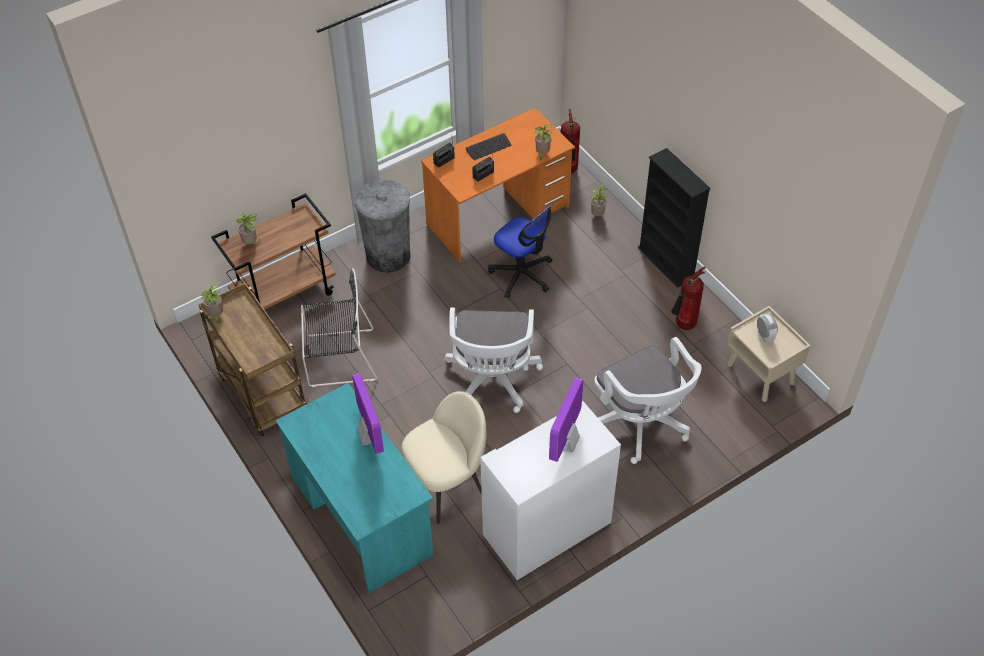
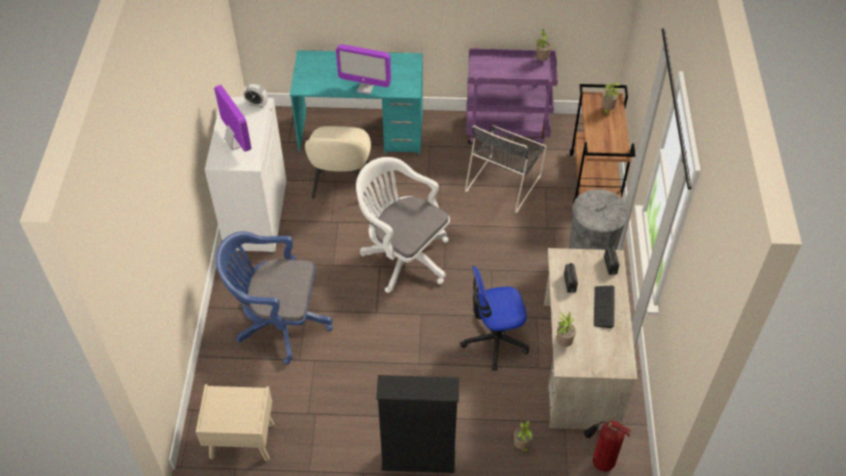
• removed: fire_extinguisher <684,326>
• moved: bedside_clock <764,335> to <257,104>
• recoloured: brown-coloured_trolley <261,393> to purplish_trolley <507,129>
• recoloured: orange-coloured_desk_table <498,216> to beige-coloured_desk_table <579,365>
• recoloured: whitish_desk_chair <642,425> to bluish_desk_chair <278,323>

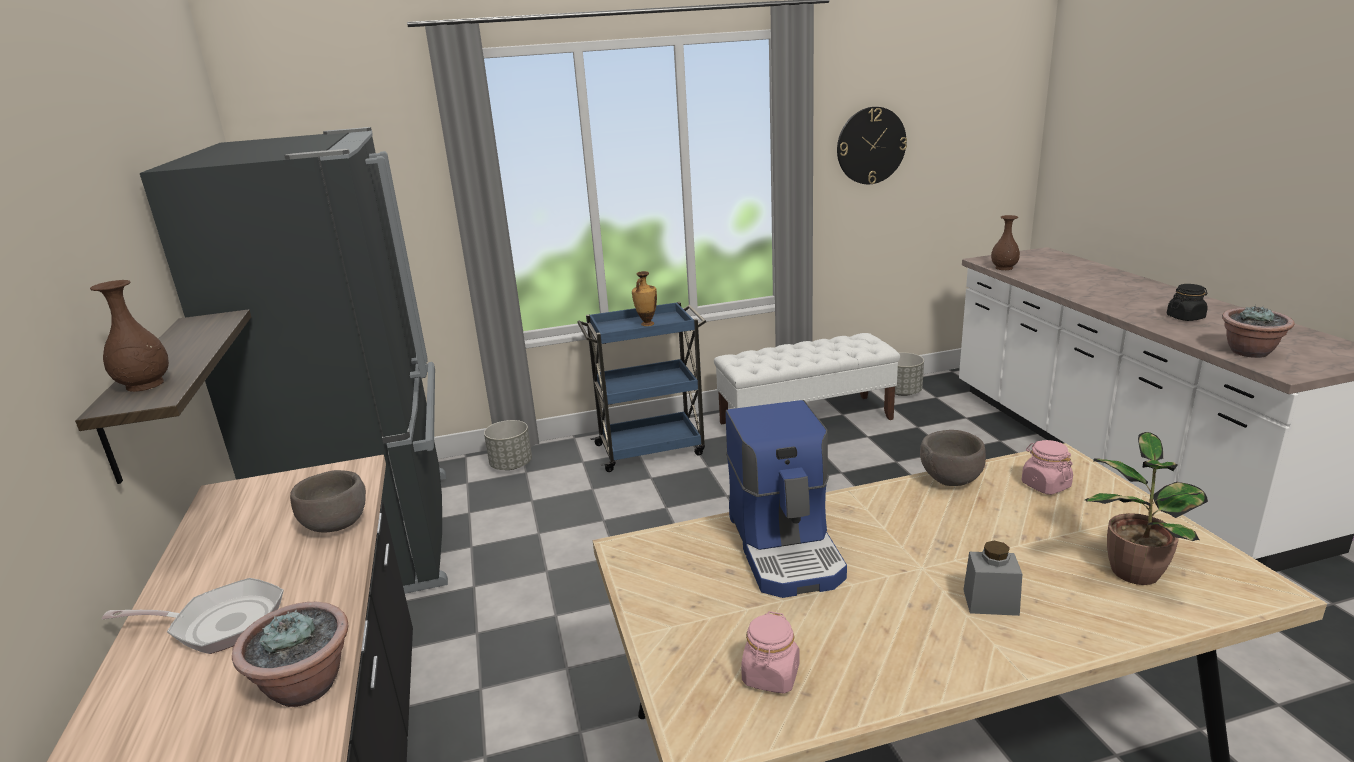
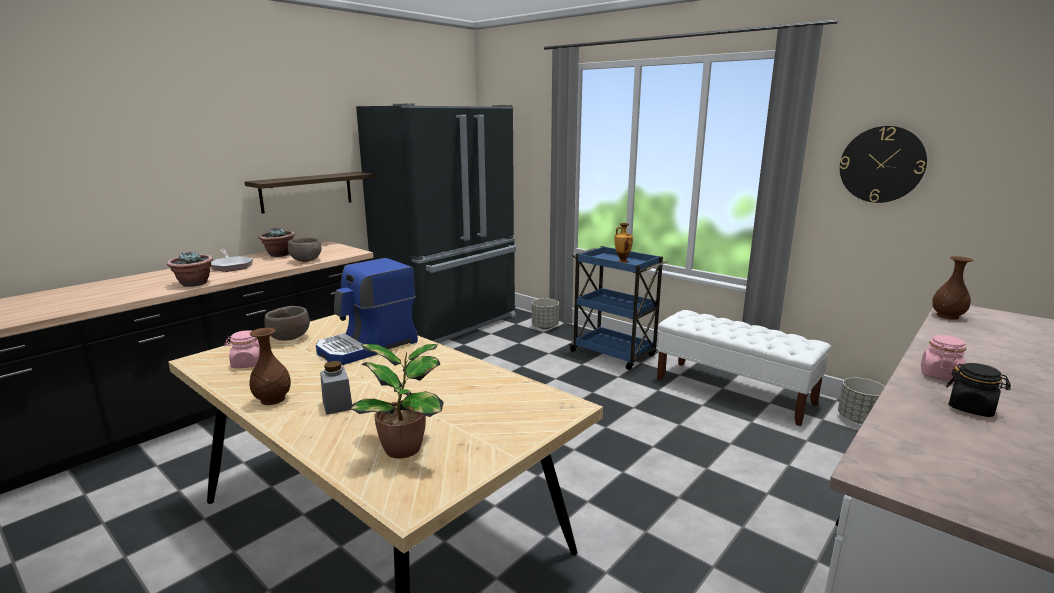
• moved: brown-coloured_flower_vase <145,385> to <272,400>
• moved: brown-coloured_deep_dish <950,479> to <289,338>
• moved: pinkish_storage_jar <1045,485> to <940,375>
• moved: houseplant <1250,352> to <279,255>

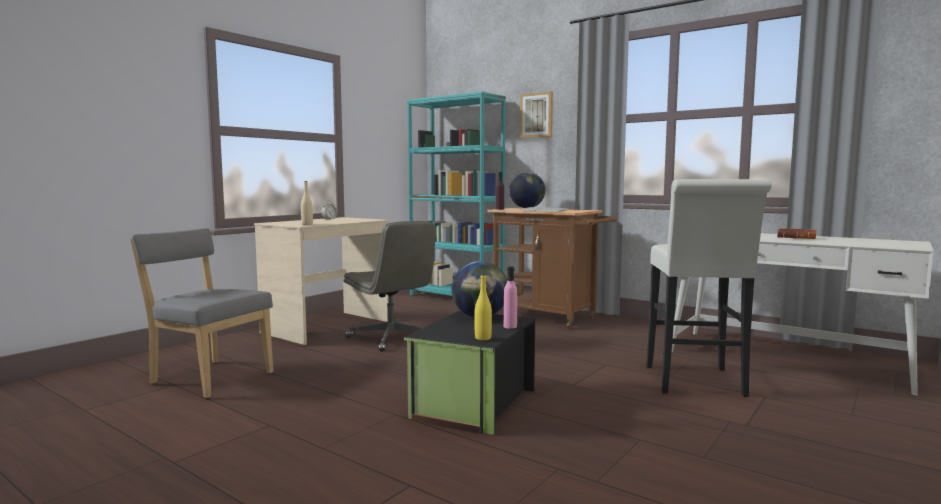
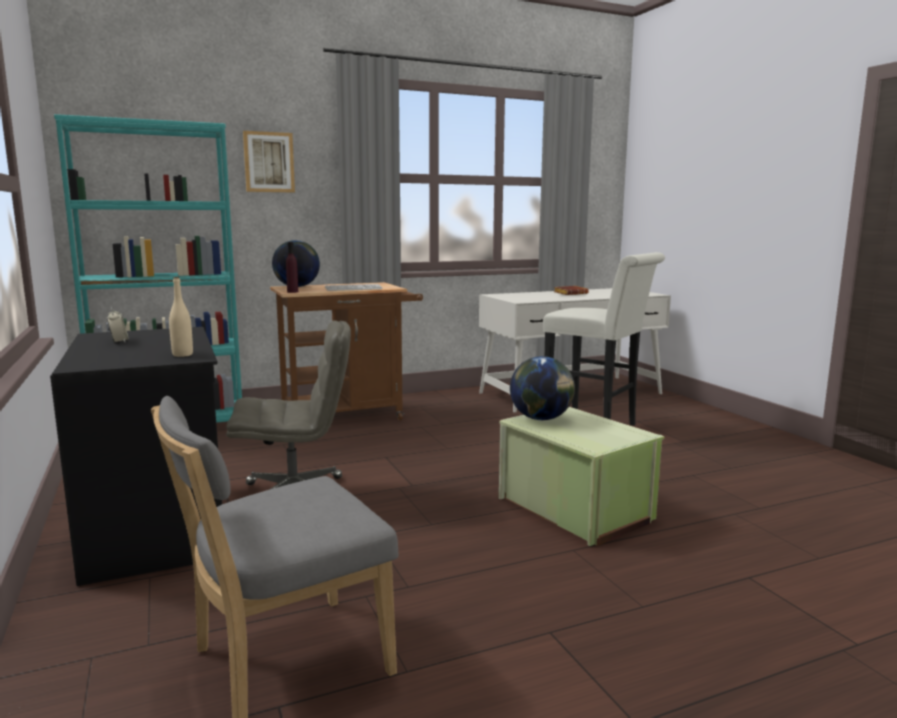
• removed: yellow_bottle <483,338>
• removed: pinkish_bottle <510,326>
• recoloured: beige-coloured_desk_table <328,327> to blackish_desk_table <157,526>
• recoloured: blackish_storage_container <472,404> to green-coloured_storage_container <574,509>

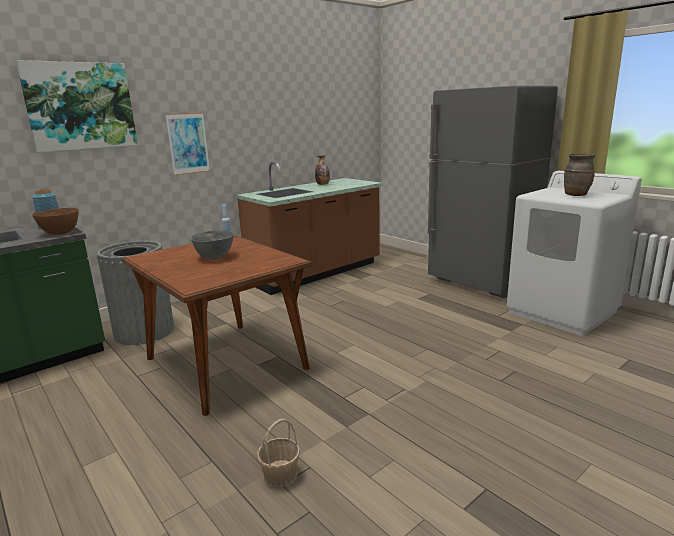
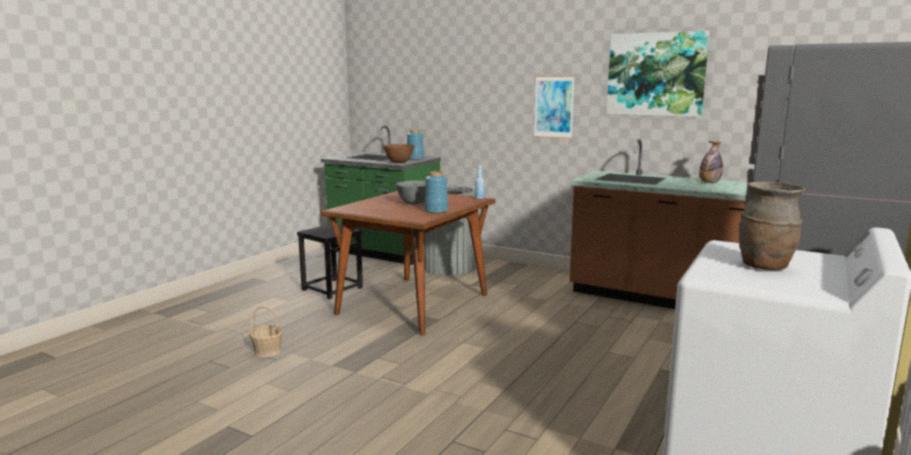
• added: blackish_stool <332,288>
• added: bluish_flower_vase <436,211>
• moved: wall_picture <80,106> to <656,74>

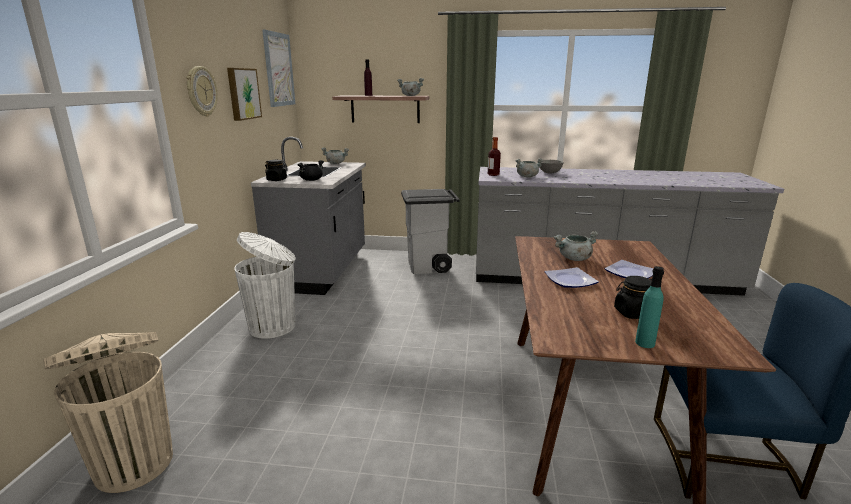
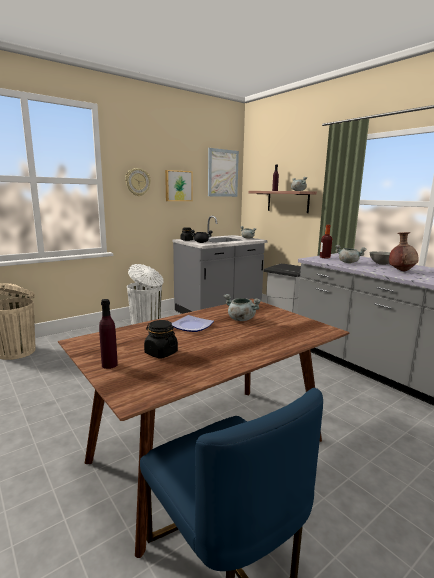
• removed: dinner_plate <629,273>
• added: brown-coloured_flower_vase <401,271>
• recoloured: turquoise-coloured_bottle <645,343> to purplish_bottle <109,365>

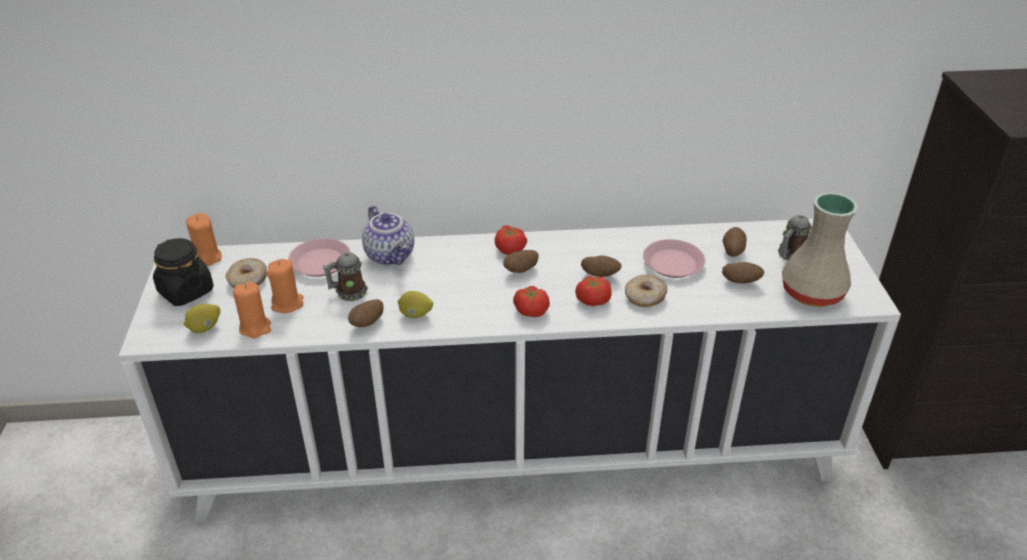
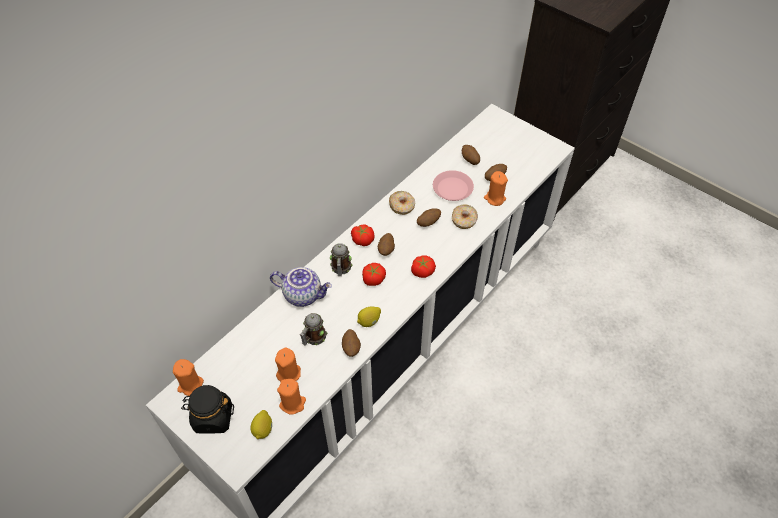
• removed: pinkish_dinner_plate <320,263>
• removed: beige-coloured_flower_vase <813,293>
• added: orange-coloured_wax_candle <494,198>
• moved: donut <248,280> to <402,206>
• moved: tomato <592,299> to <373,279>
• moved: coffee_mug <790,256> to <341,269>

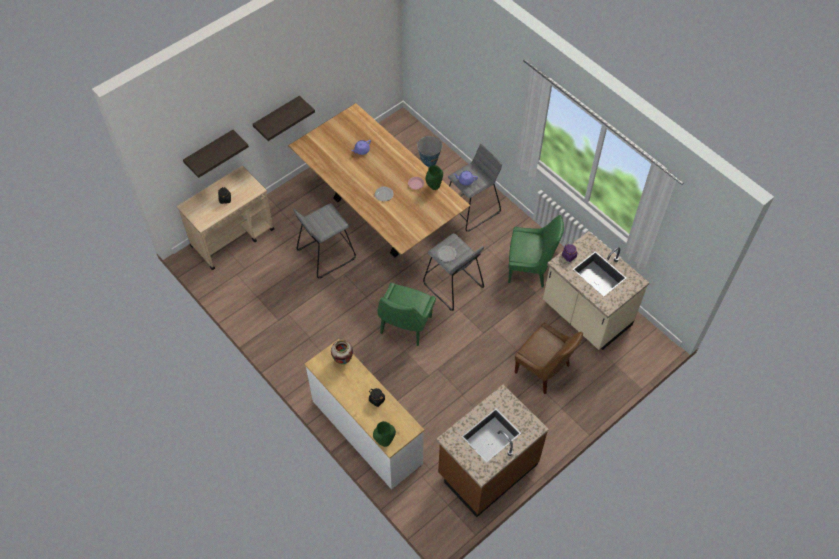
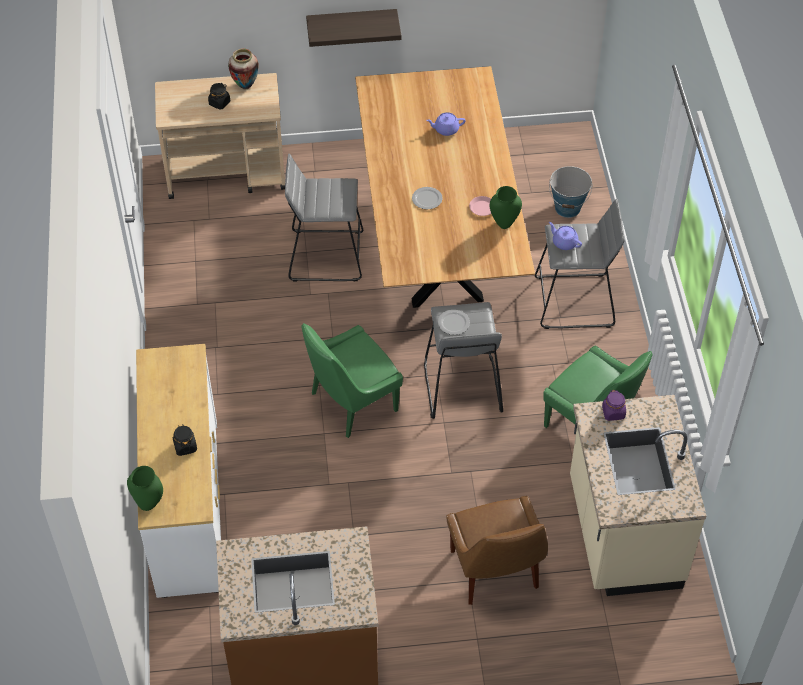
• removed: bracket_shelf <210,151>
• moved: flower_vase <343,361> to <245,86>

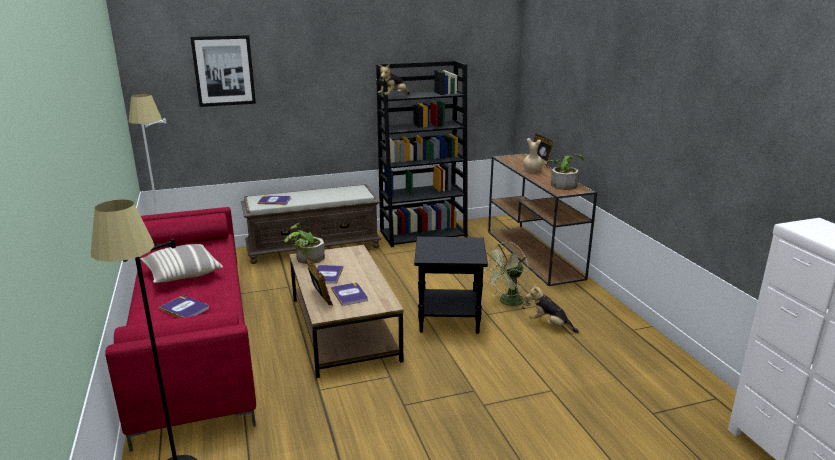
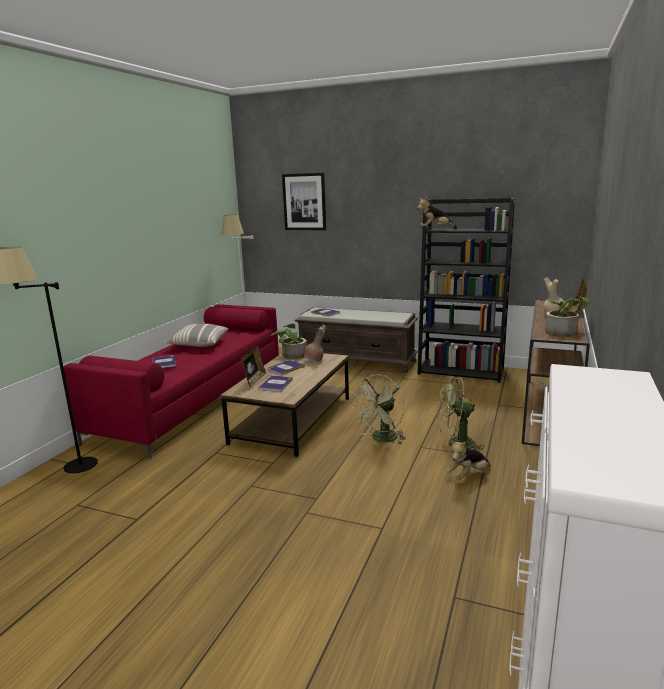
• added: brown-coloured_flower_vase <314,361>
• replaced: blackish_accent_table <449,319> to green-coloured_cooling_fan <382,439>
• turned: plush_toy <549,325> = <468,476> 105 degrees counterclockwise

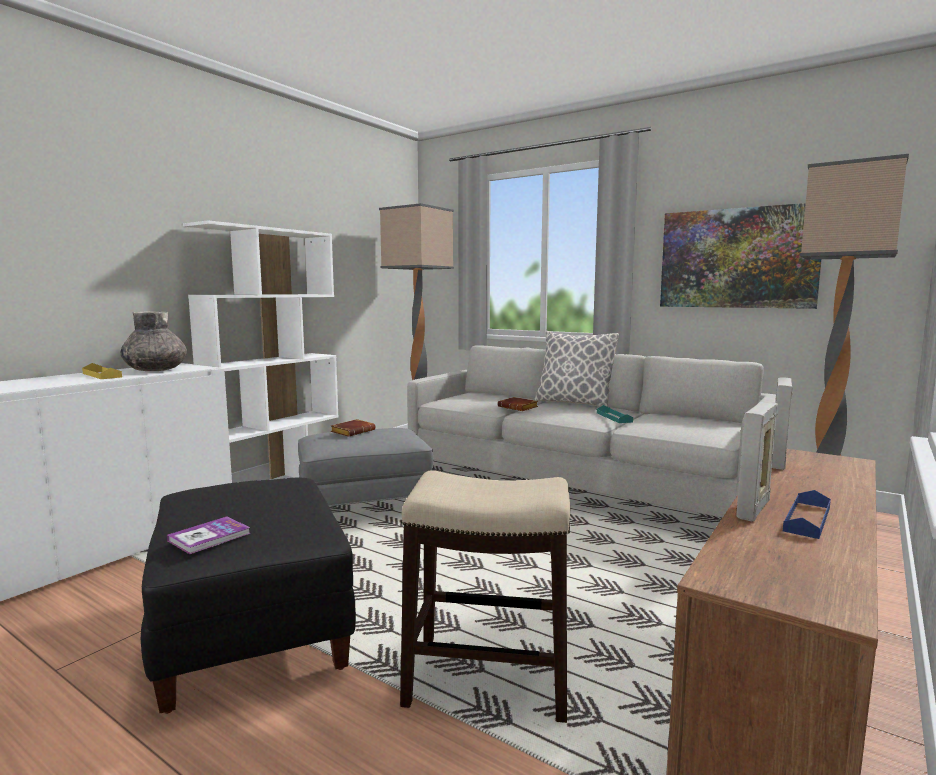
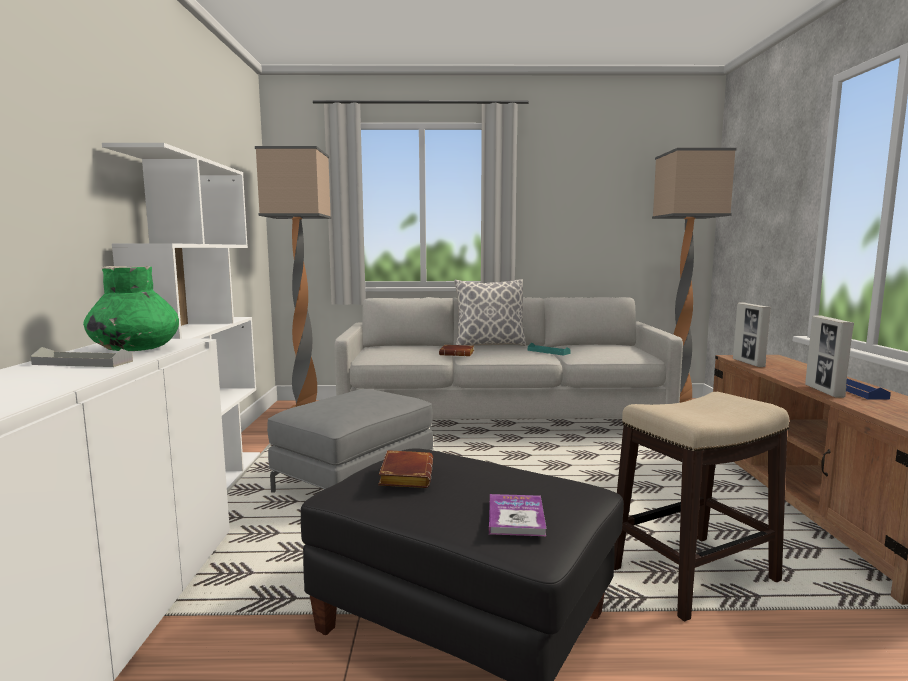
• removed: wall_picture <737,258>
• moved: brown-coloured_bound_book <353,431> to <404,475>
• recoloured: yellow_tray <102,375> to grey_tray <83,363>
• recoloured: grey_flower_vase <156,370> to green-coloured_flower_vase <135,349>

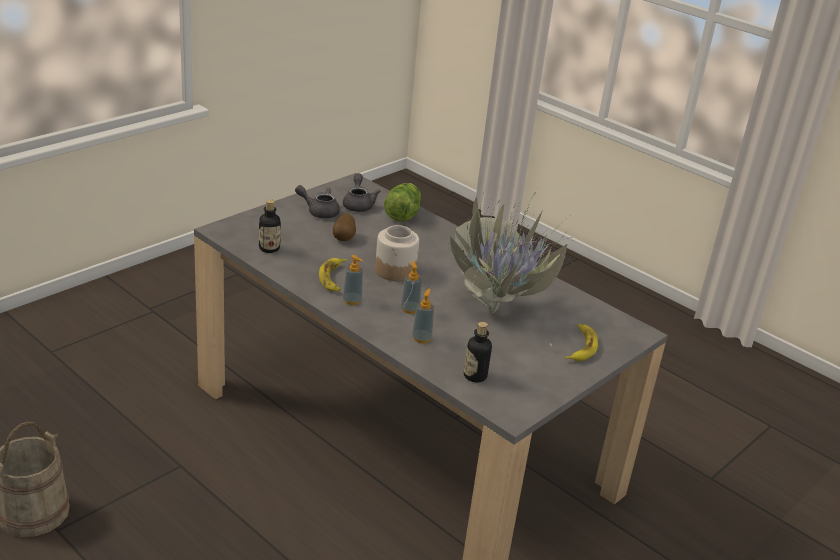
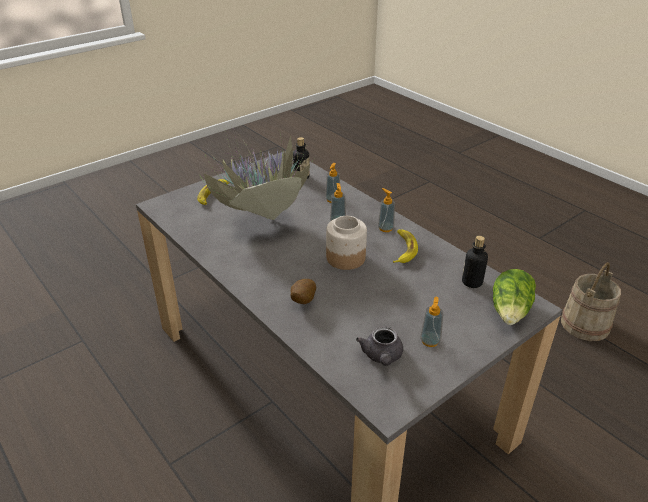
• moved: whole_potato <344,238> to <302,301>
• moved: lettuce <402,213> to <510,312>
• replaced: grey_tea_pot <319,211> to soap_dispenser <430,341>

